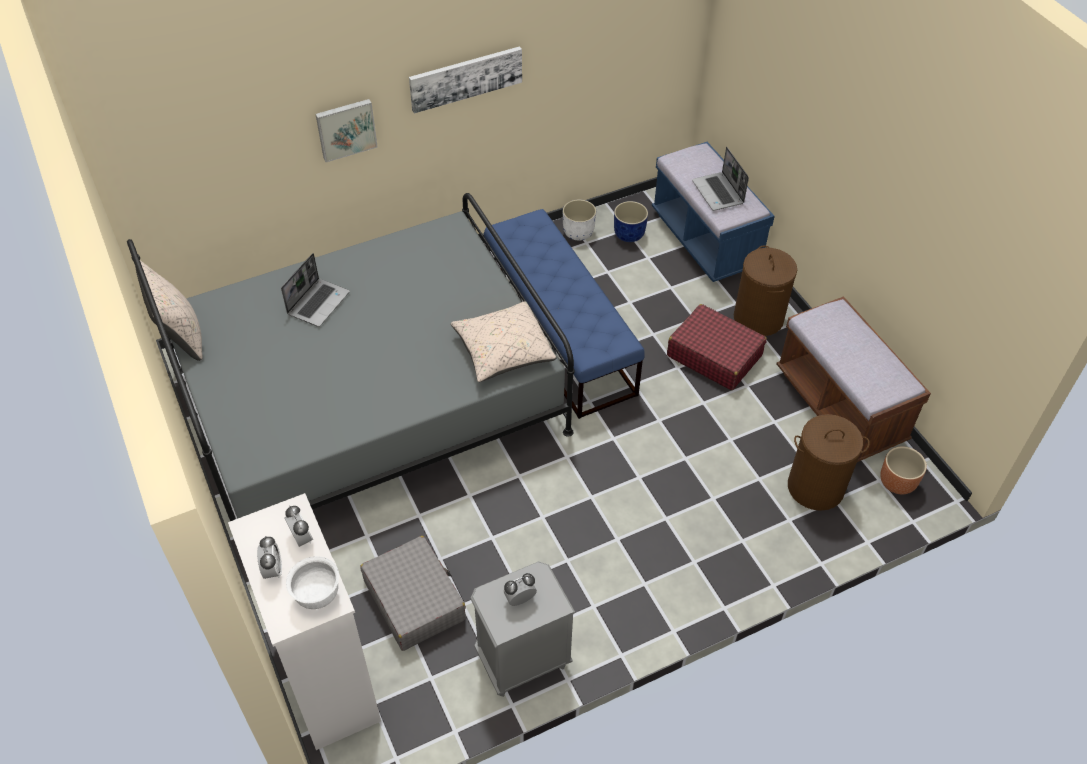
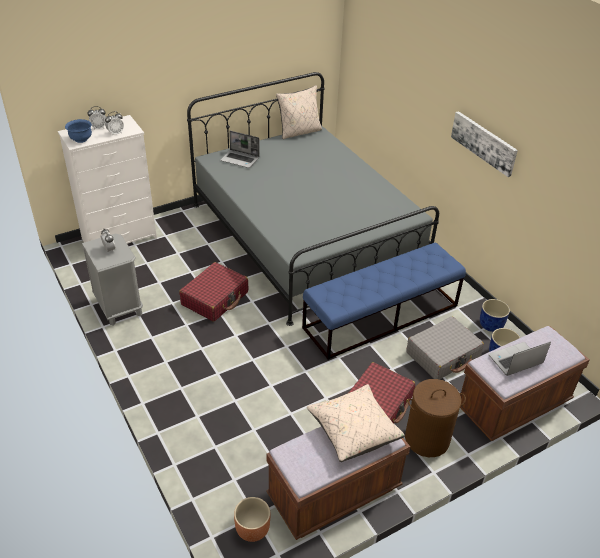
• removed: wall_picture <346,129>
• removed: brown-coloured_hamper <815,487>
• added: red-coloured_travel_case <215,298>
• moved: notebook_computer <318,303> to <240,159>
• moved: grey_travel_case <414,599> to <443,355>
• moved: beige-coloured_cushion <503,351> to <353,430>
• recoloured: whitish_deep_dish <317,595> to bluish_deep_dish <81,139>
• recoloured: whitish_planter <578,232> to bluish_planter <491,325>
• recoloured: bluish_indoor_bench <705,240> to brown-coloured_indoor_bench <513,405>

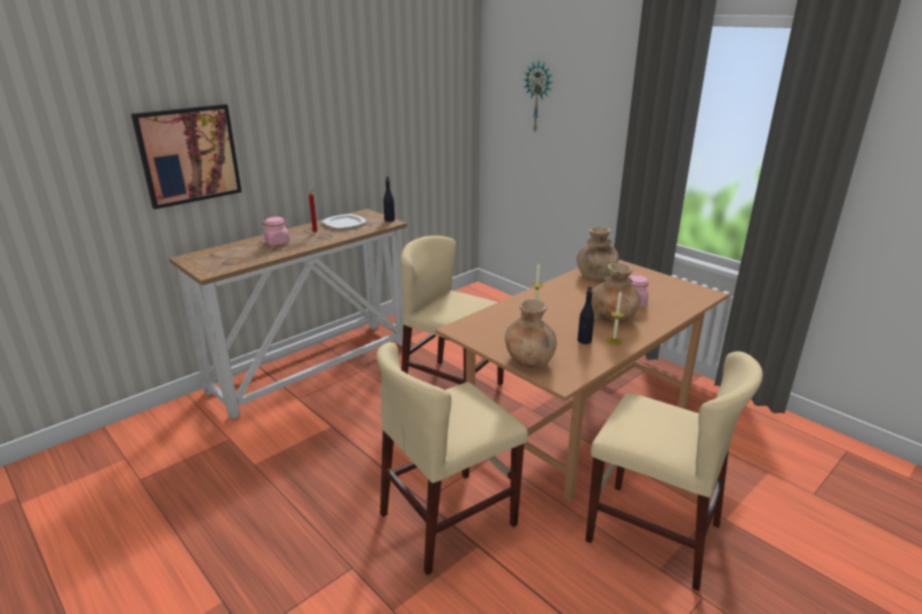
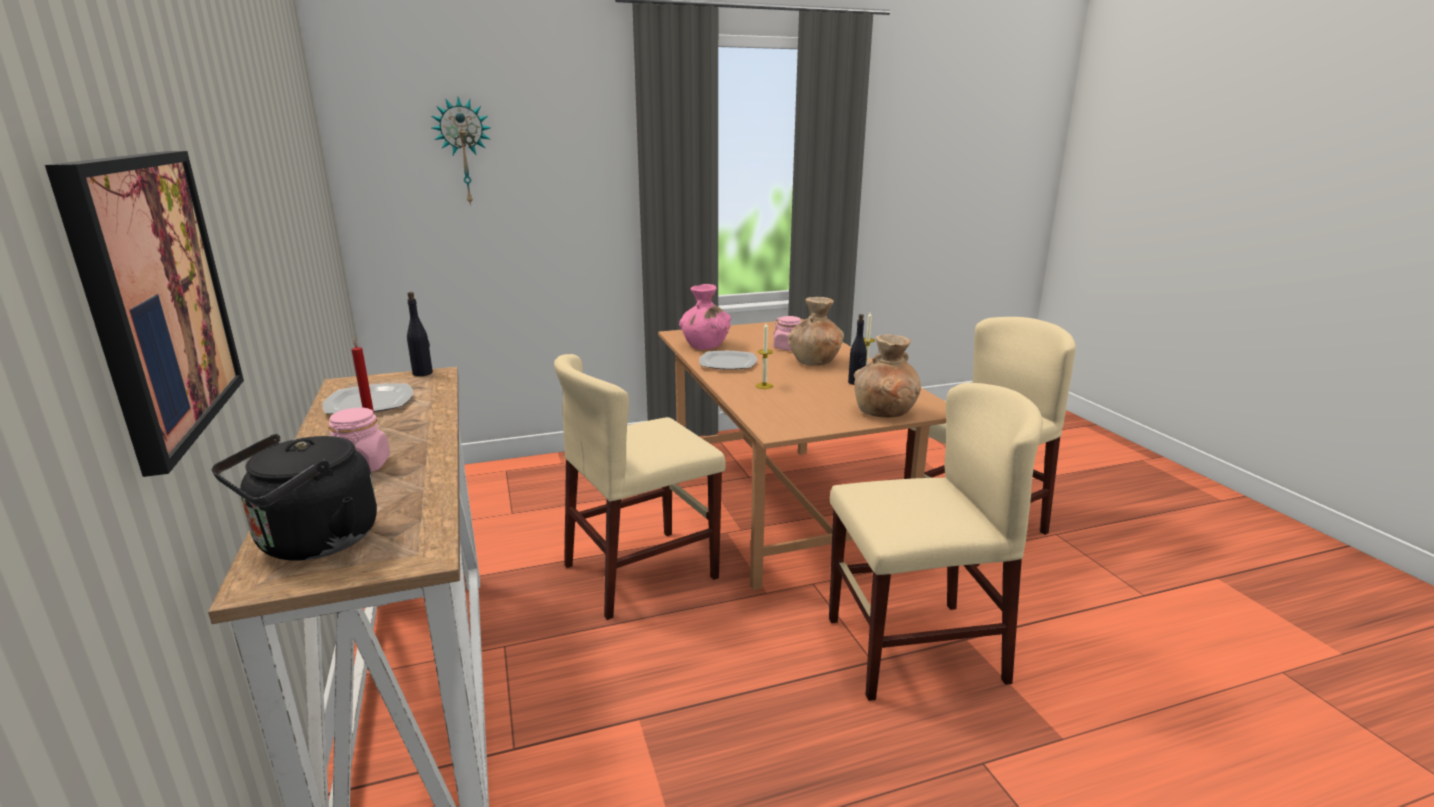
• added: blackish_water_kettle <312,543>
• added: dinner_plate <728,363>
• recoloured: brown-coloured_flower_vase <595,275> to pinkish_flower_vase <705,345>
• turned: beige-coloured_chair <448,519> = <914,649> 90 degrees counterclockwise

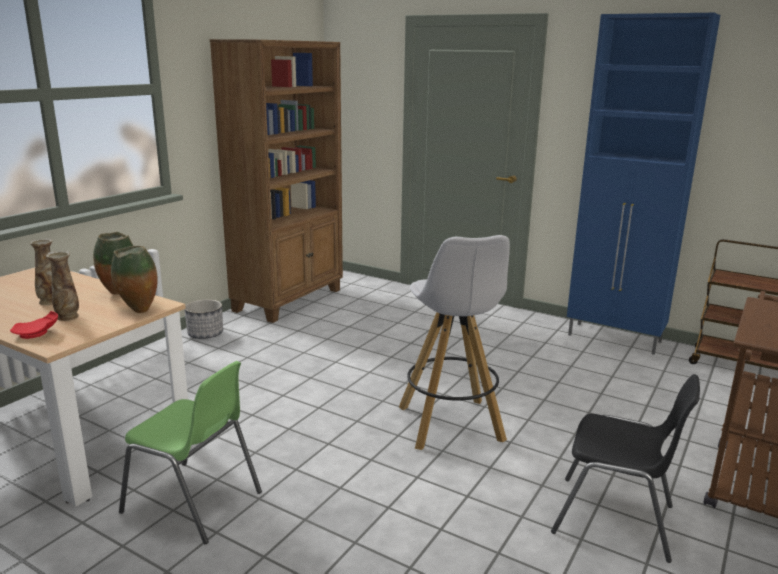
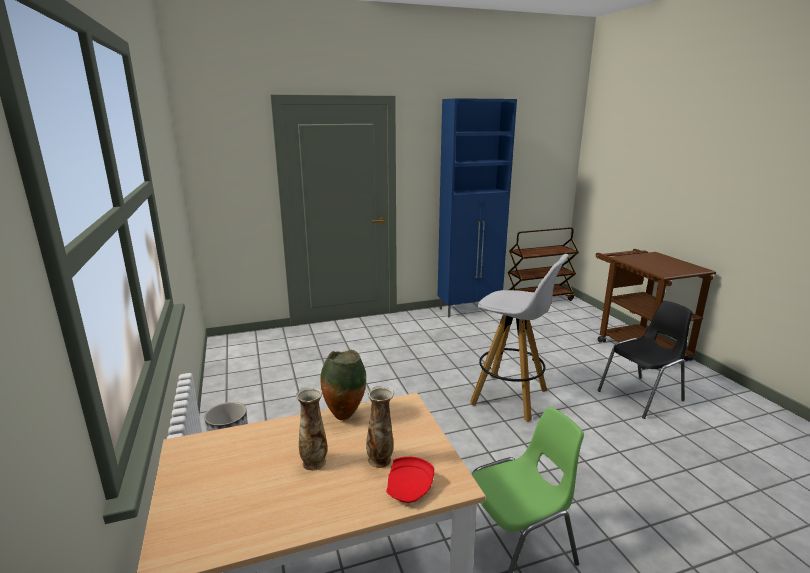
• removed: flower_vase <138,311>
• removed: brown-coloured_bookshelf <289,300>

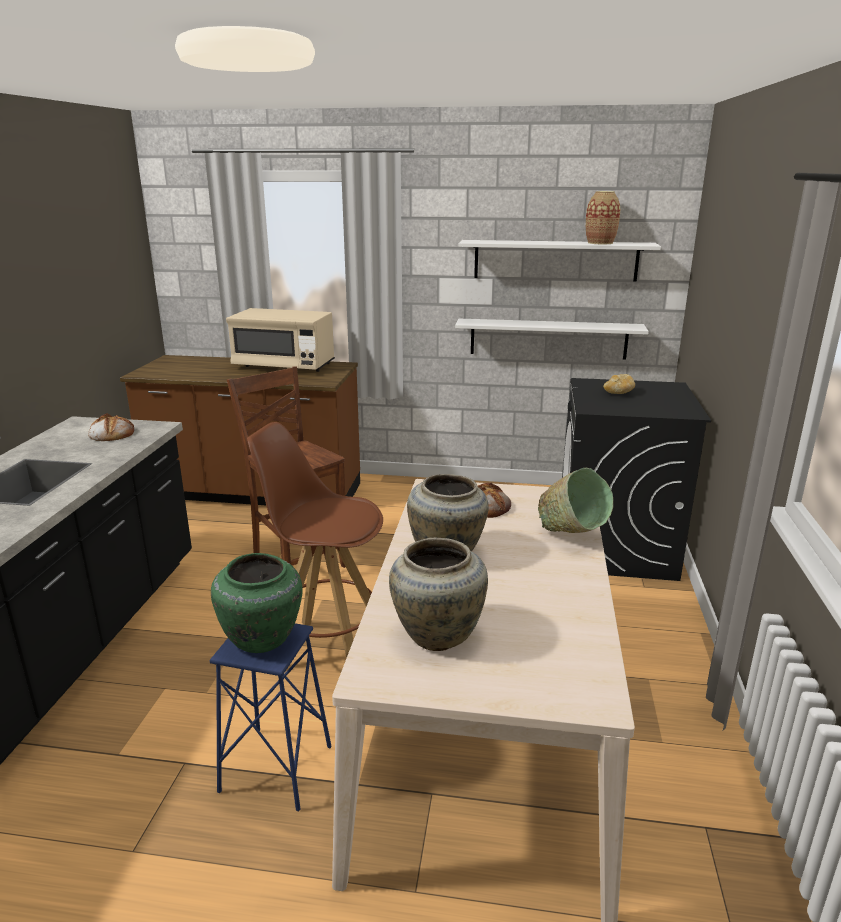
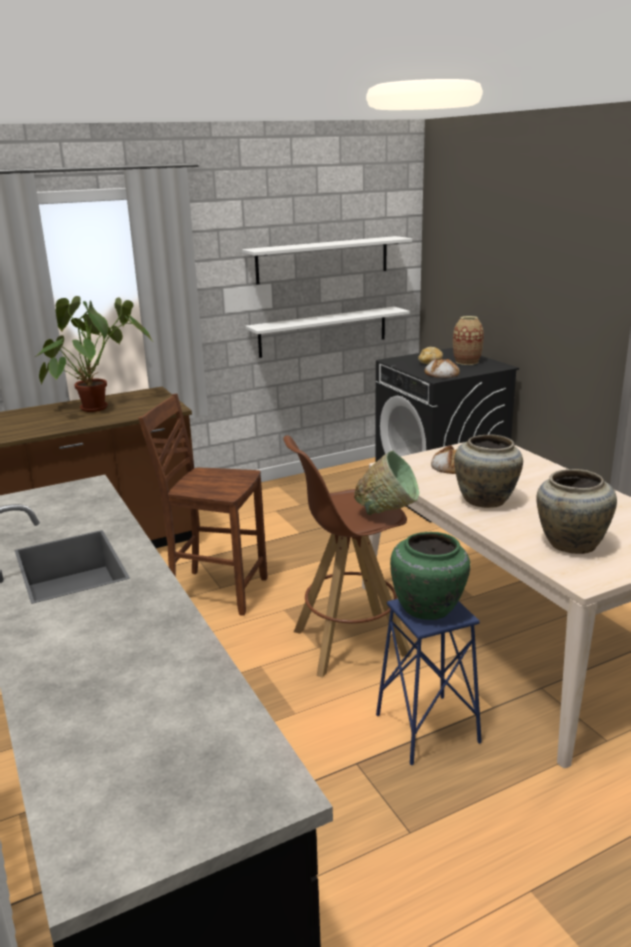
• moved: bakery_bread <111,433> to <441,373>
• moved: green-coloured_deep_dish <572,536> to <389,513>
• moved: flower_vase <600,243> to <467,362>
• replaced: beige-coloured_microwave <284,366> to houseplant <97,404>

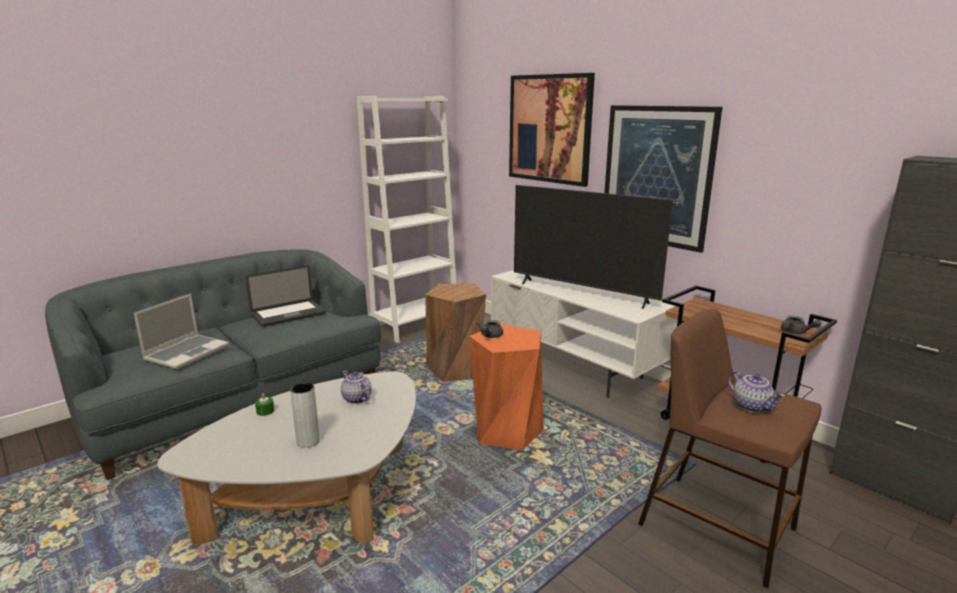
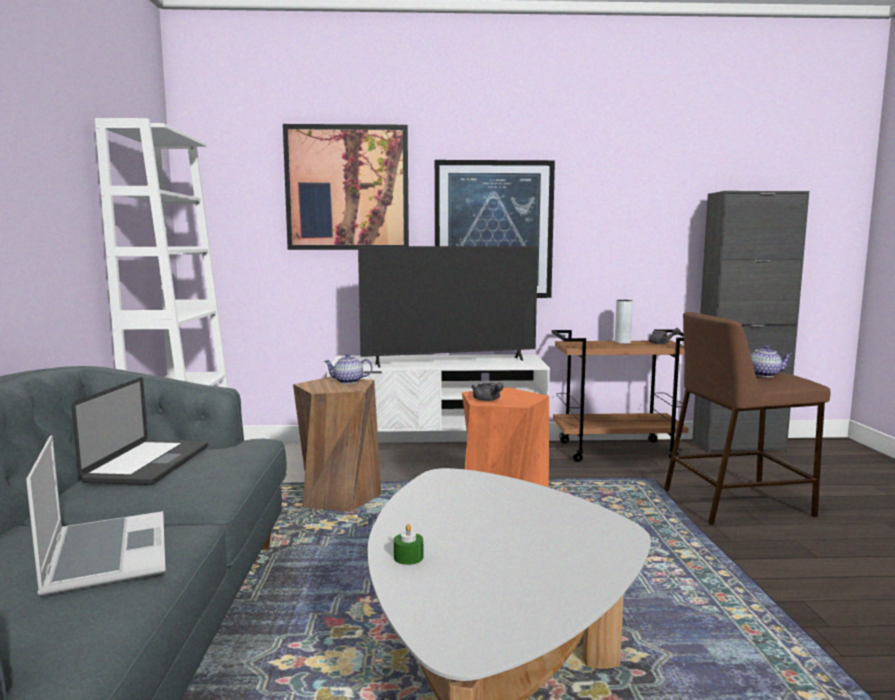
• moved: grey_flower_vase <308,442> to <622,342>
• moved: tea_pot <356,399> to <348,382>

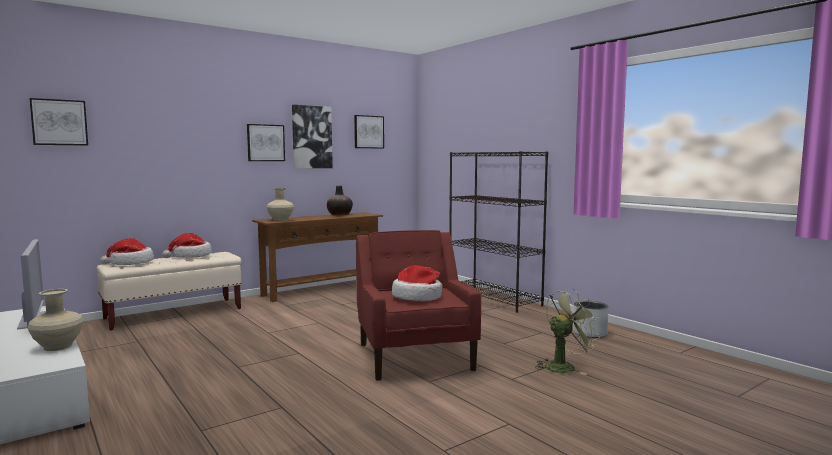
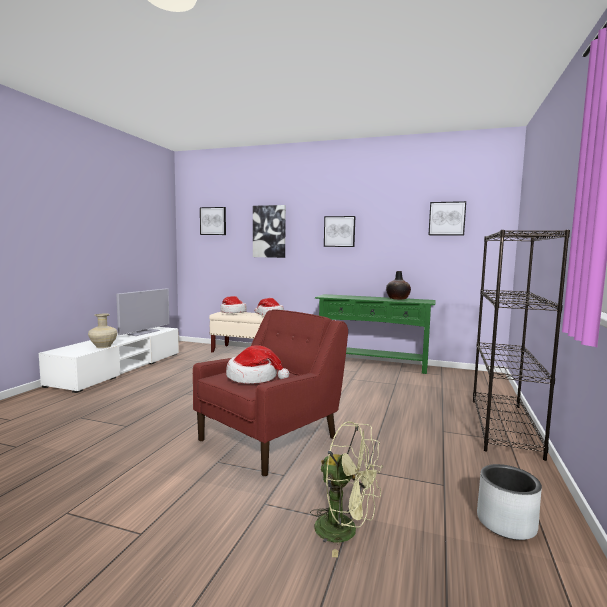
• removed: beige-coloured_flower_vase <281,220>
• moved: wall_picture <311,137> to <269,231>
• recoloured: brown-coloured_narrow_table <321,289> to green-coloured_narrow_table <372,364>

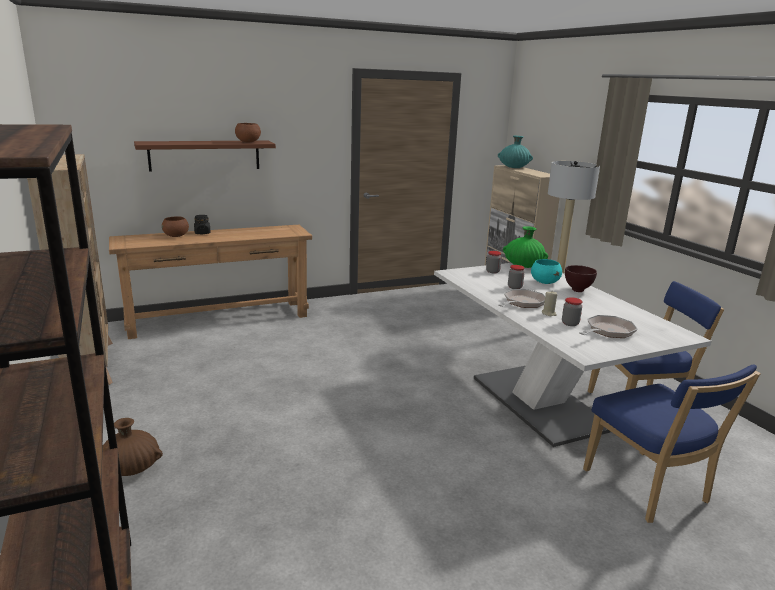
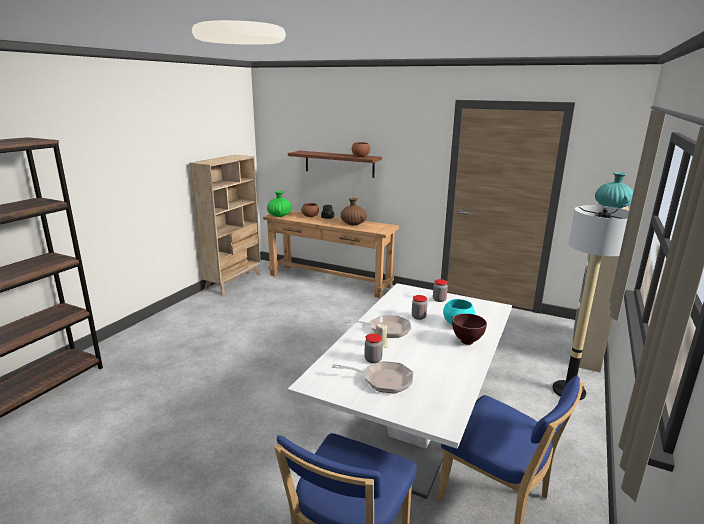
• moved: brown-coloured_flower_vase <131,469> to <353,224>
• moved: green-coloured_flower_vase <523,266> to <279,216>

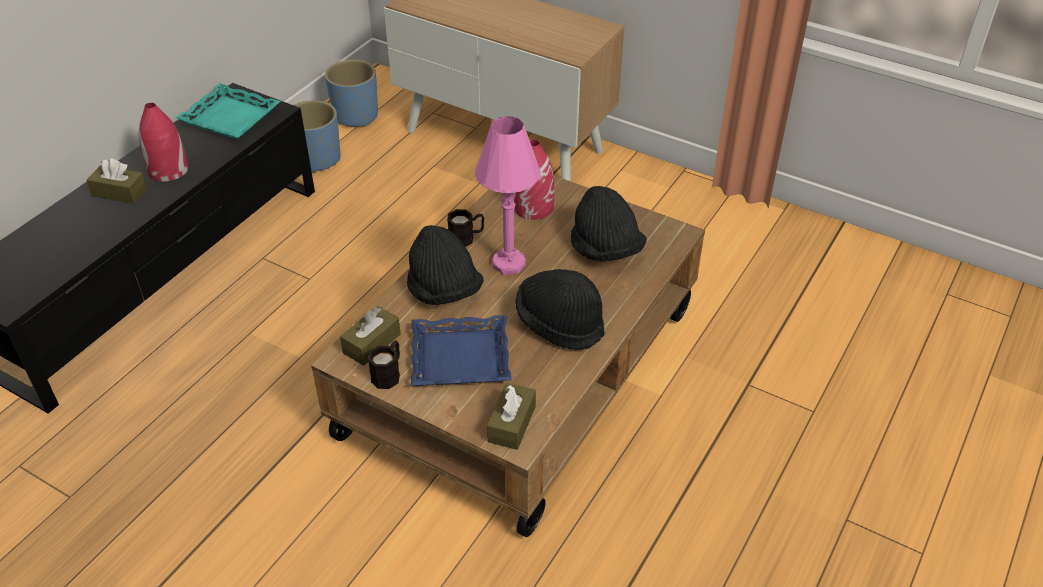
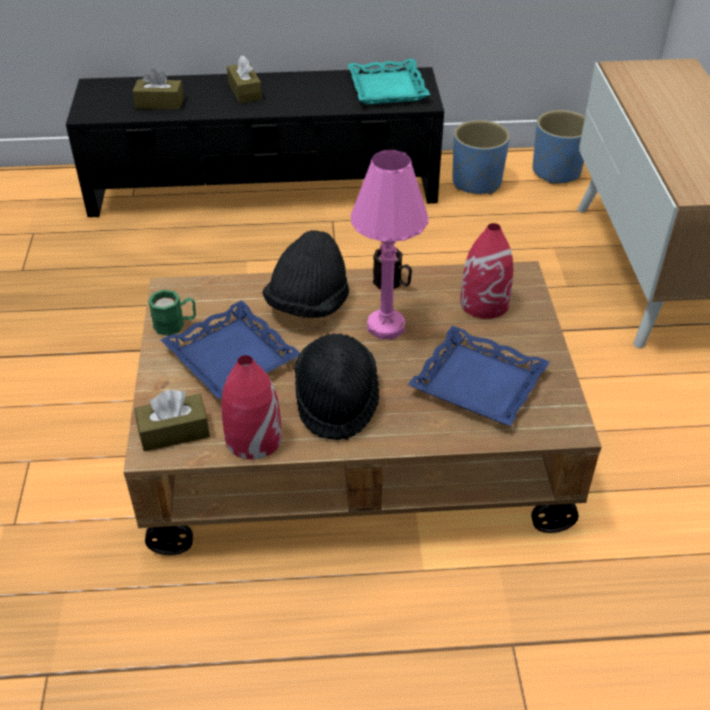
• moved: red-coloured_flower_vase <168,170> to <253,438>
• moved: brown-coloured_tissue_holder <371,343> to <159,103>
• replaced: blackish_clothing_hat <605,249> to bluish_tray <479,382>
• recoloured: blackish_coffee_mug <388,373> to green-coloured_coffee_mug <175,324>

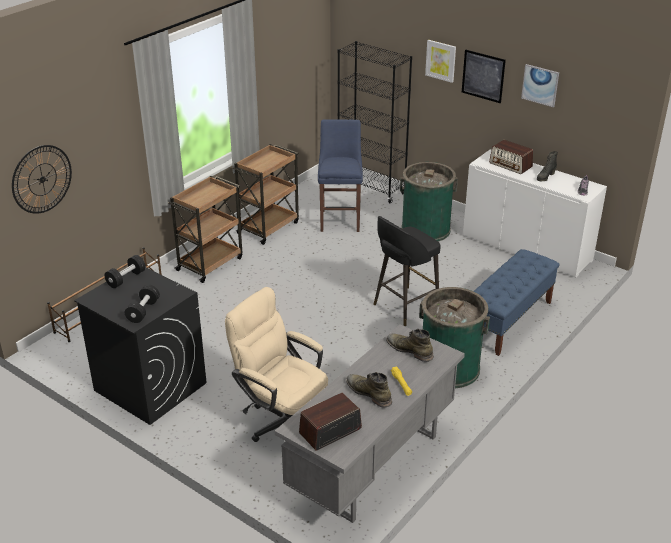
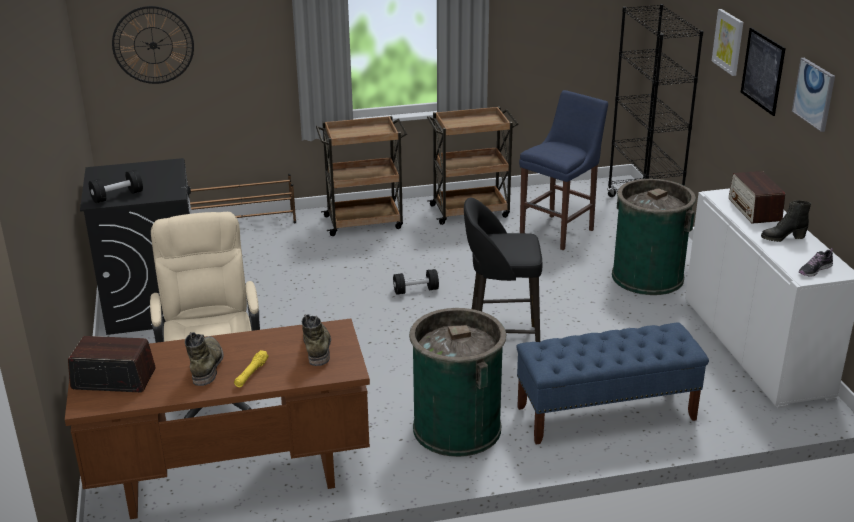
• moved: blackish_free_weight <126,279> to <416,290>
• recoloured: grey_desk_table <372,465> to brown-coloured_desk_table <230,477>

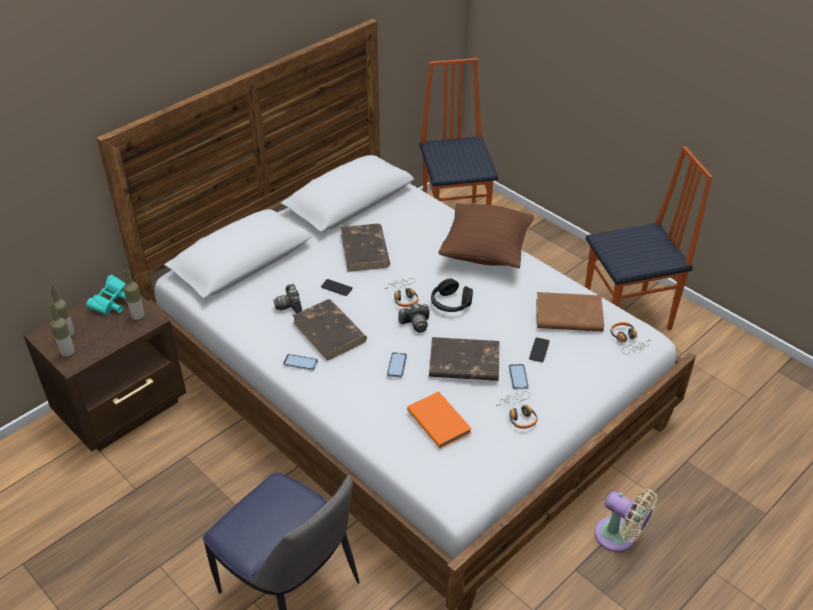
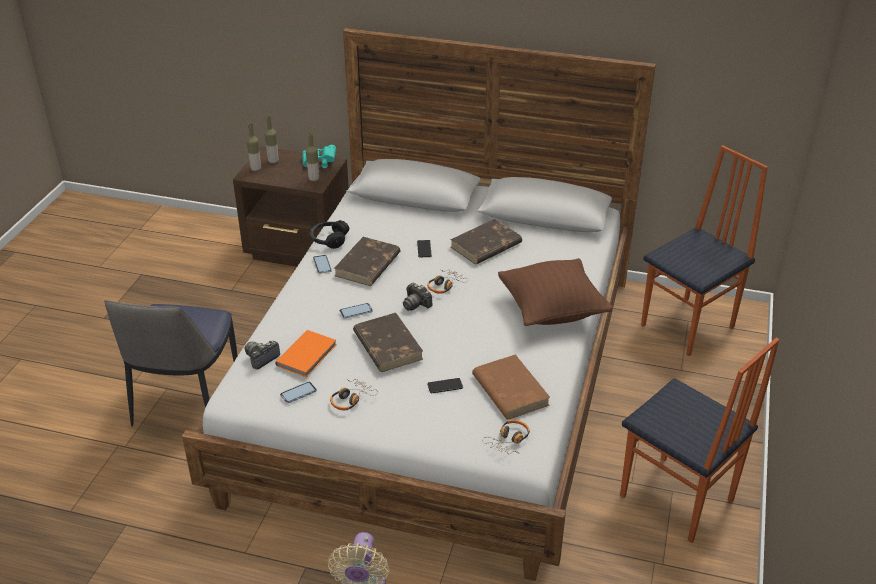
• moved: still_camera <289,305> to <261,358>
• moved: blackish_pair_of_headphones <450,303> to <329,239>
• moved: handset <518,377> to <298,393>

